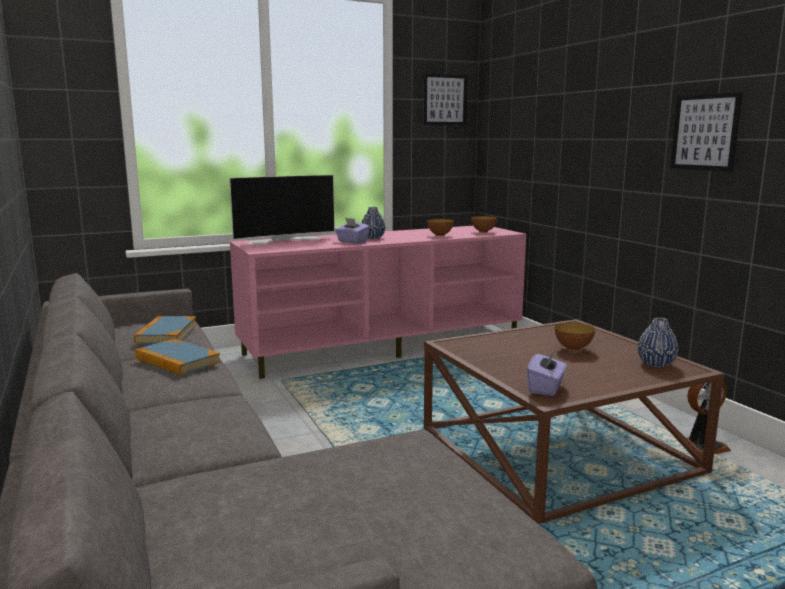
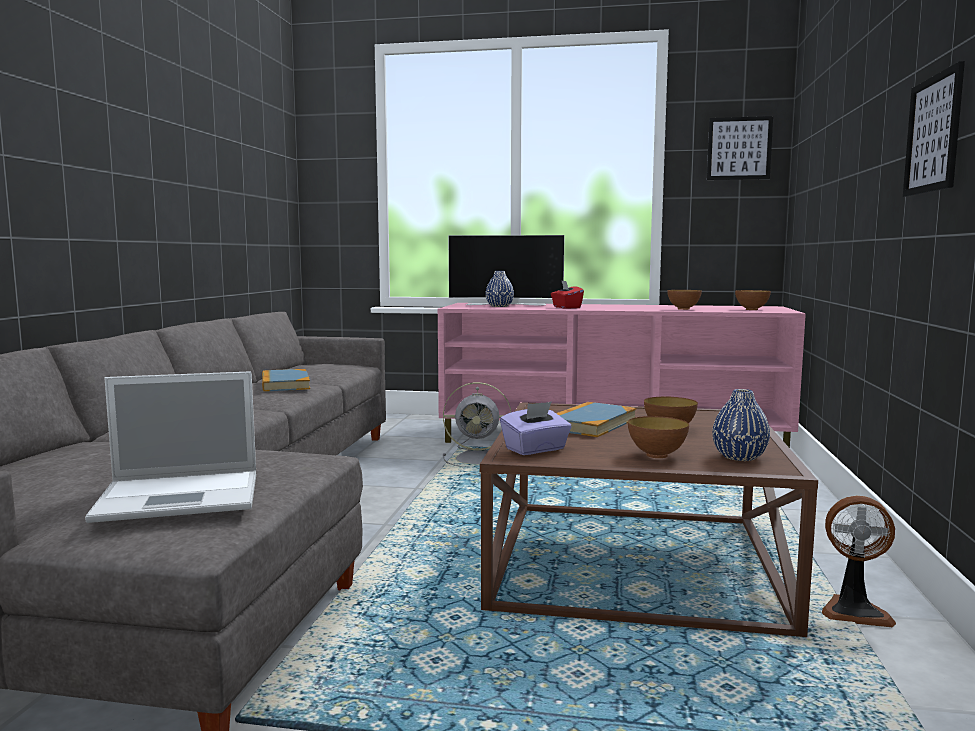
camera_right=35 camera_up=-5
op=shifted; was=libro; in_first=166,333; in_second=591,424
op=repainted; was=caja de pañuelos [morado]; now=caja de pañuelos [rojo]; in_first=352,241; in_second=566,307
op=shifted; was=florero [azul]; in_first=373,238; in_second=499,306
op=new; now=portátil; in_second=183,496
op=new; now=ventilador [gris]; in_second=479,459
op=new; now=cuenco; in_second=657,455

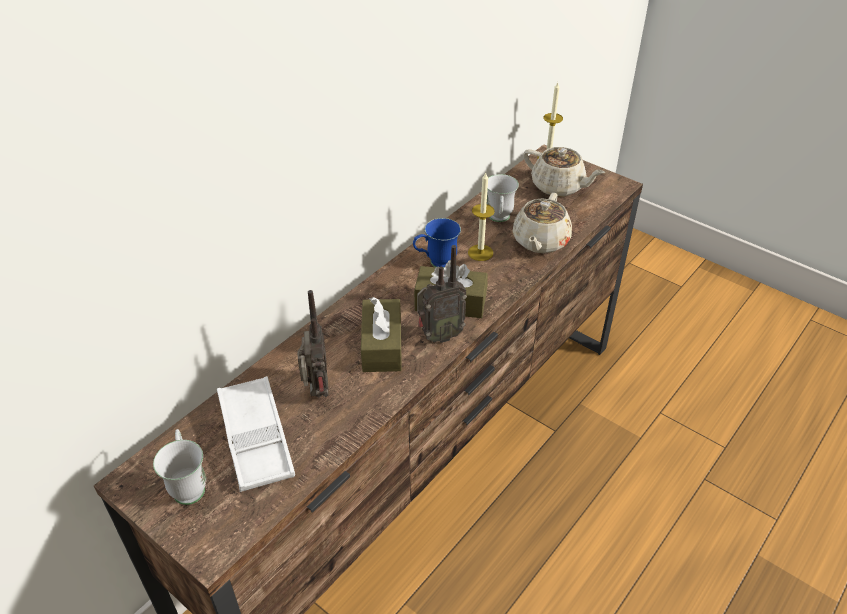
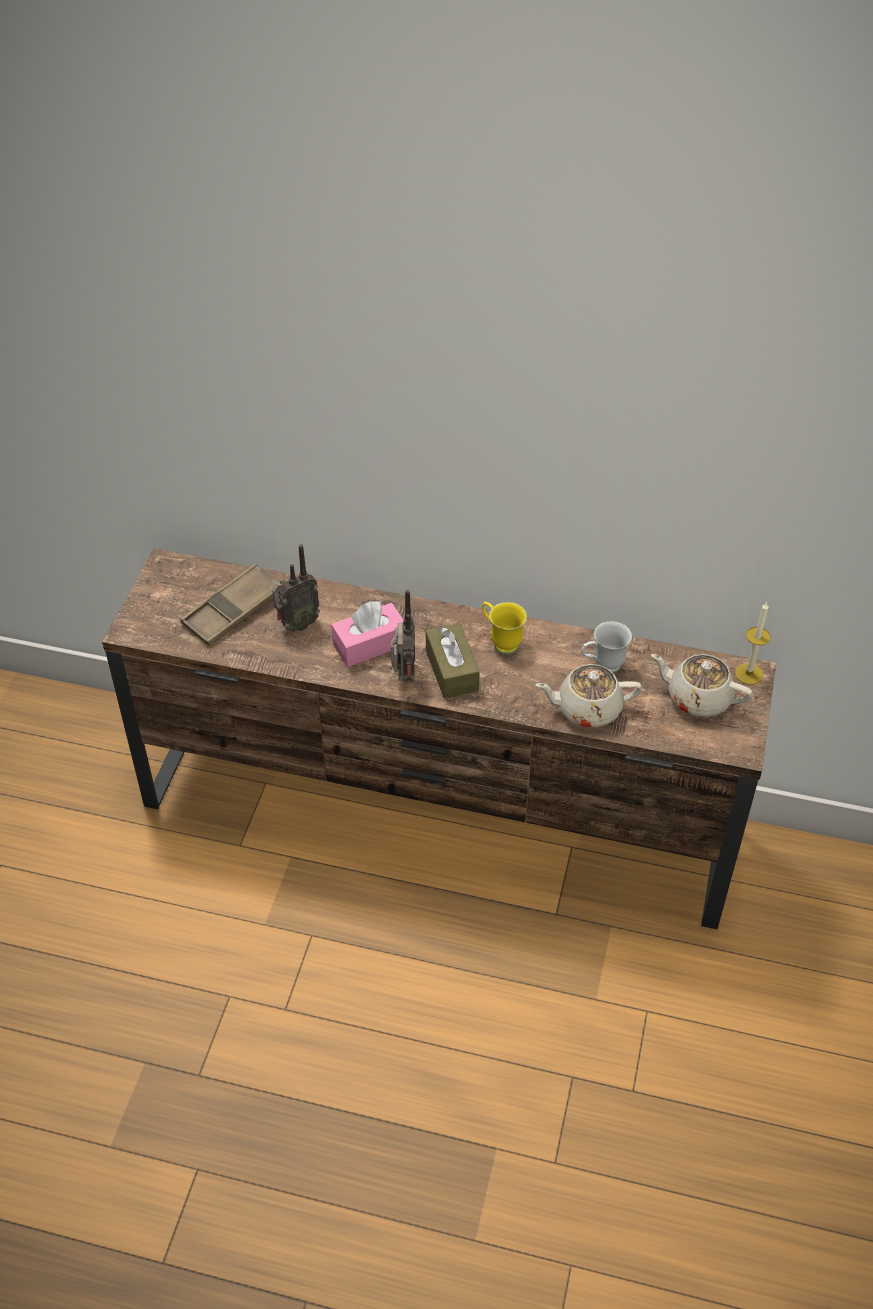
camera_right=65 camera_up=5
op=gone; was=taza grande [blanco]; in_first=189,484
op=repainted; was=bandeja [blanco]; now=bandeja [marrón]; in_first=256,438; in_second=233,610
op=repainted; was=caja de pañuelos [marrón]; now=caja de pañuelos [rosa]; in_first=382,345; in_second=370,644
op=repainted; was=taza grande [azul]; now=taza grande [amarillo]; in_first=435,263; in_second=501,641
op=rotated; was=radio; in_first=439,336; in_second=403,677; clockwise=-135
op=gone; was=vela; in_first=480,252
op=rotated; was=tetera [beis]; in_first=558,186; in_second=697,698; clockwise=105

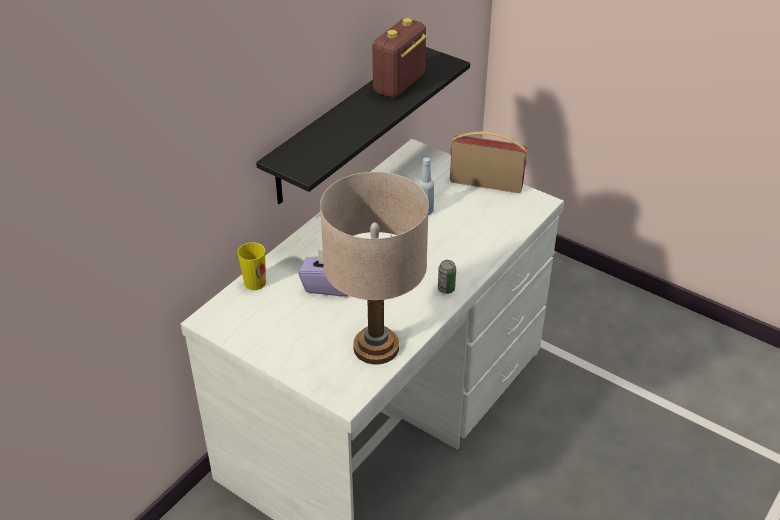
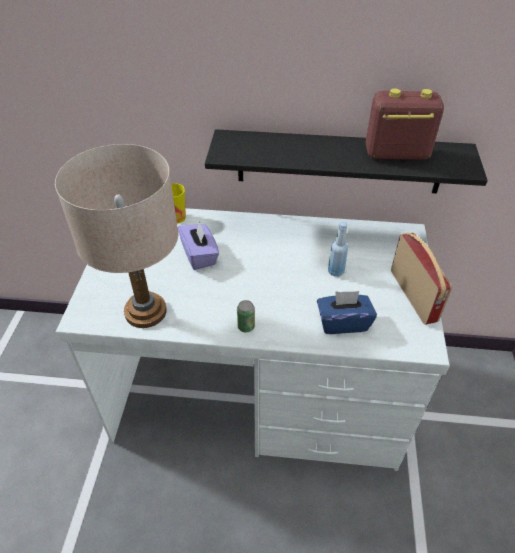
camera_right=60 camera_up=5
op=new; now=caja de pañuelos [azul]; in_second=343,322

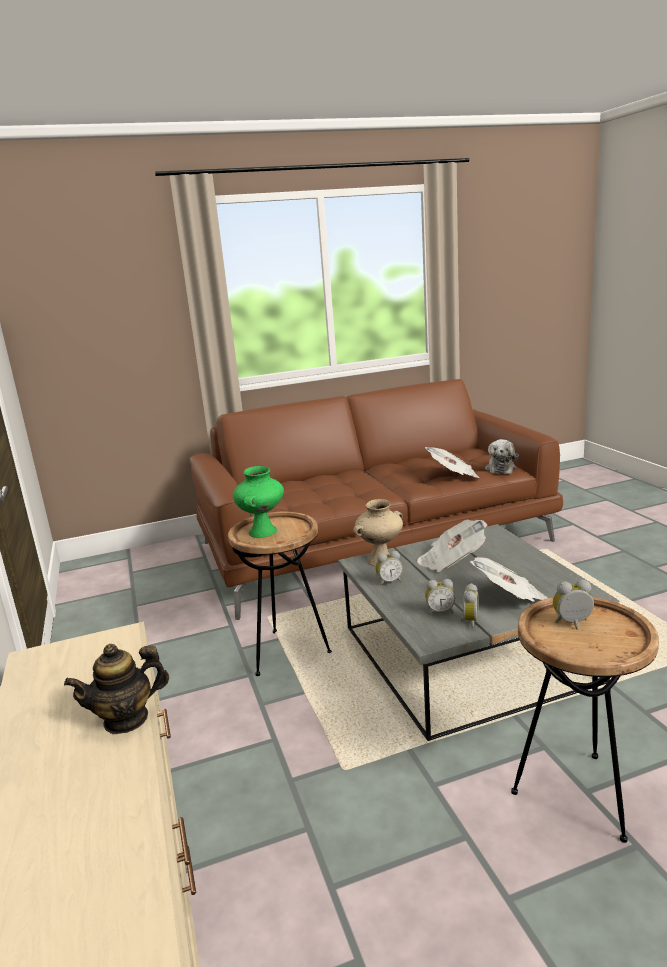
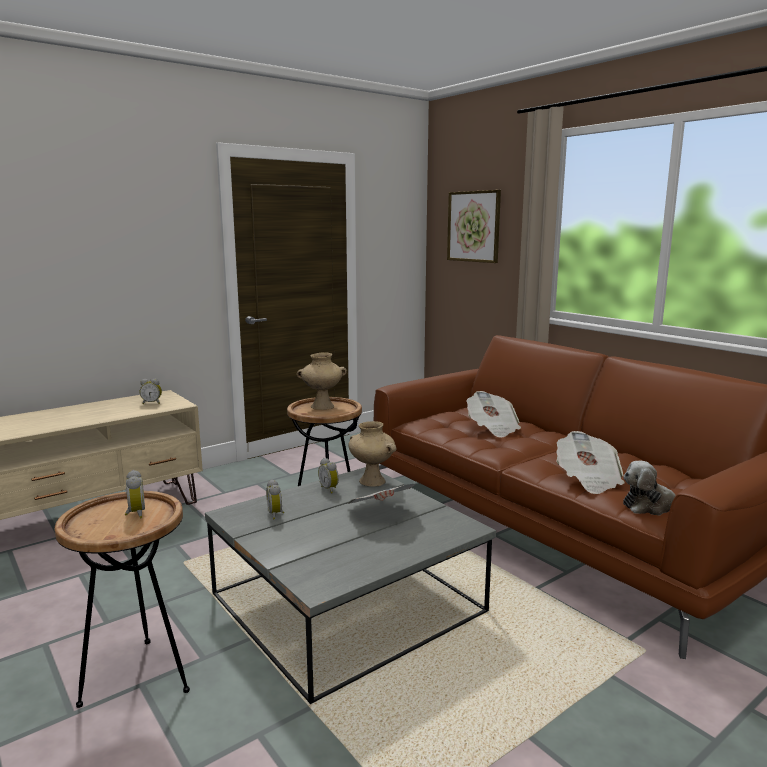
camera_right=70 camera_up=-5
op=gone; was=tetera; in_first=126,719
op=repainted; was=florero [verde]; now=florero [beis]; in_first=263,532; in_second=322,407
op=shifted; was=despertador; in_first=469,621; in_second=152,403
op=shifted; was=periódico; in_first=510,598; in_second=492,428
op=new; now=cuadro; in_second=474,226

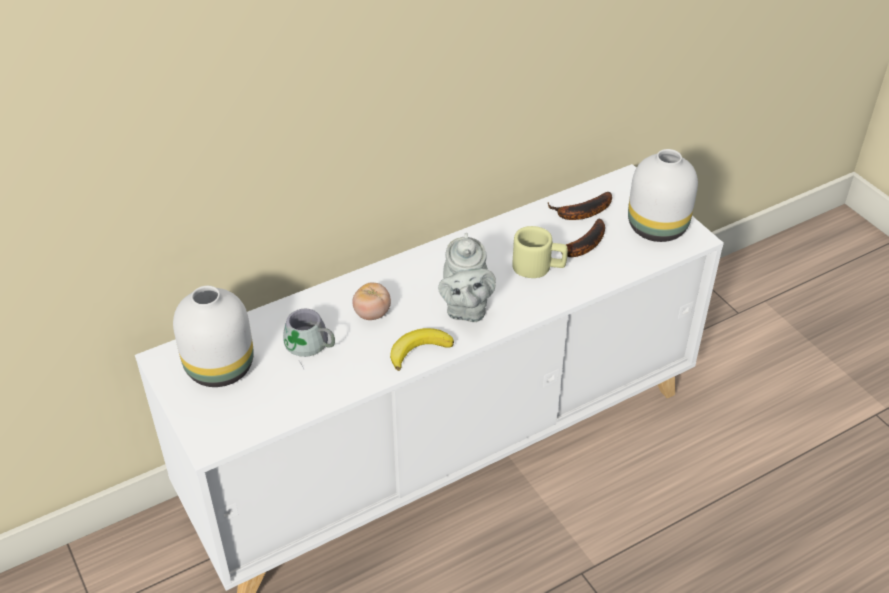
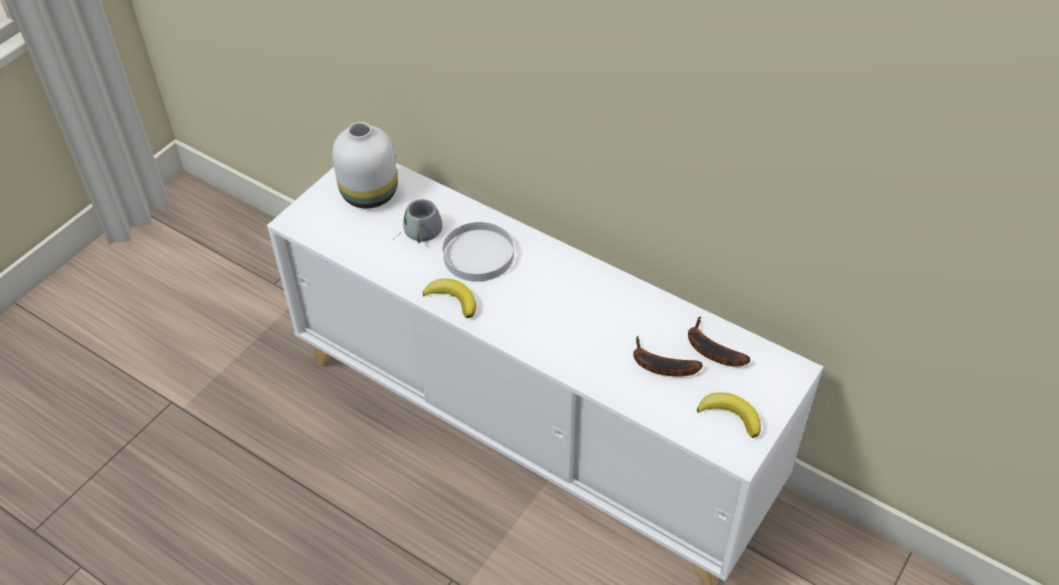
camera_right=65 camera_up=5
op=swapped; was=tomate; now=plato [blanco]; in_first=372,313; in_second=478,254
op=gone; was=tetera [gris]; in_first=465,308
op=gone; was=taza grande [beis]; in_first=539,267
op=swapped; was=florero [blanco]; now=plátano; in_first=655,227; in_second=731,415

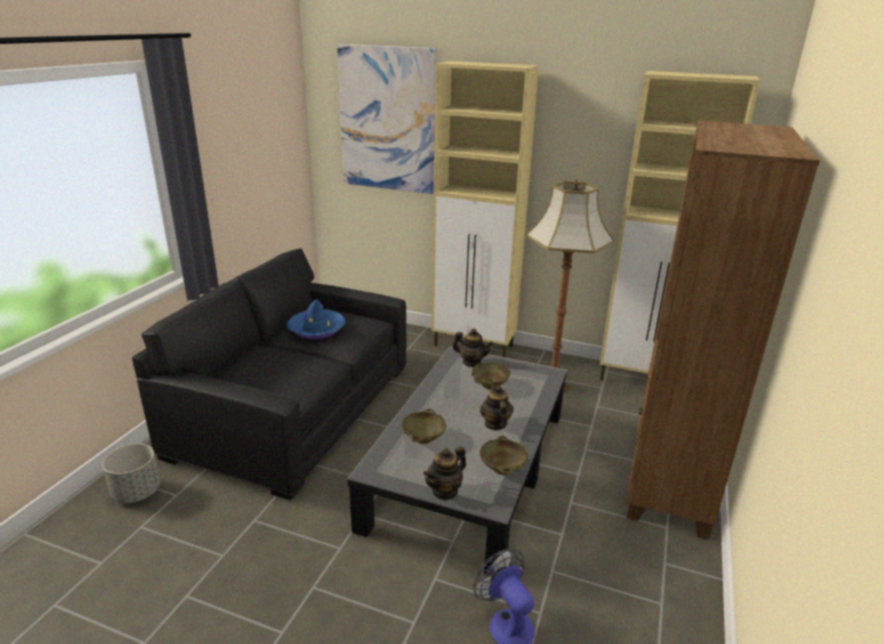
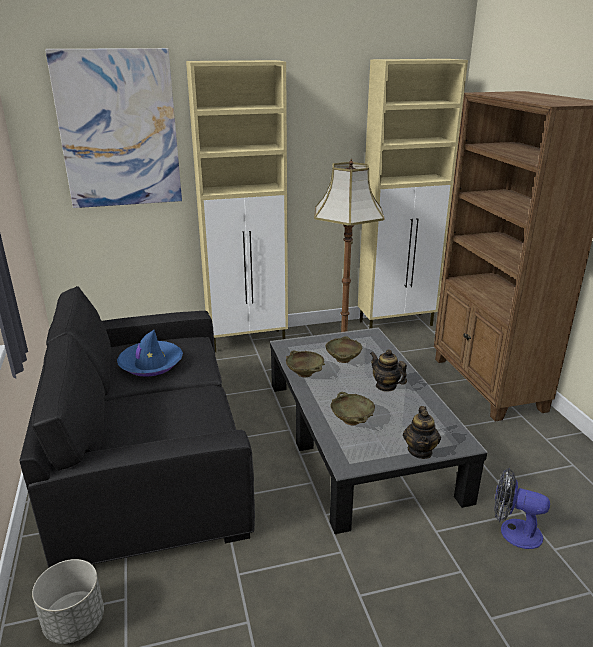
camera_right=-35 camera_up=0
op=gone; was=tetera; in_first=472,362
op=shifted; was=cuenco [beis]; in_first=502,468; in_second=304,373

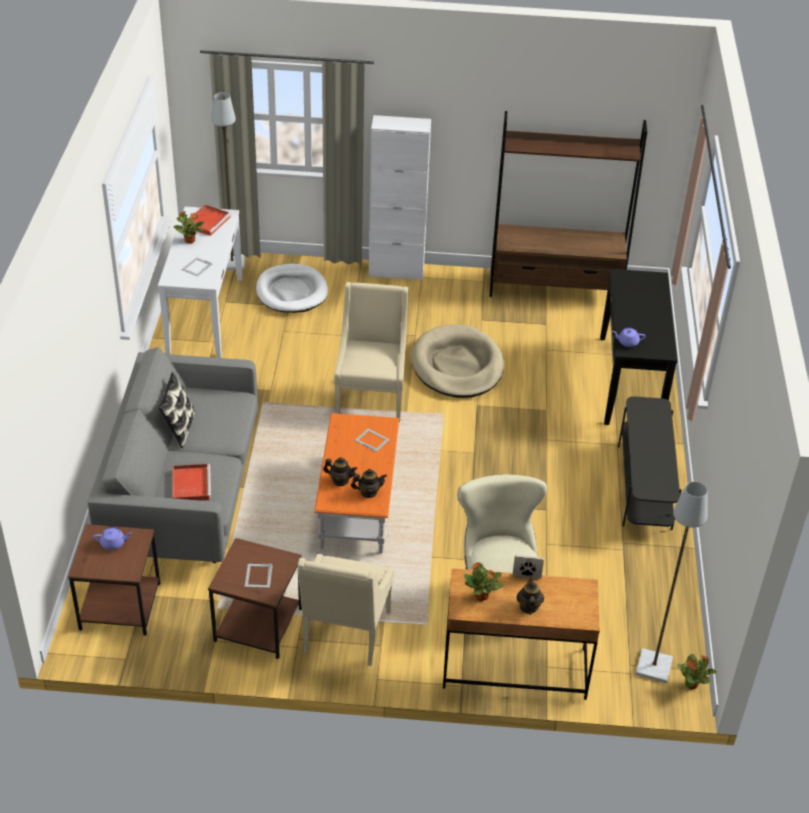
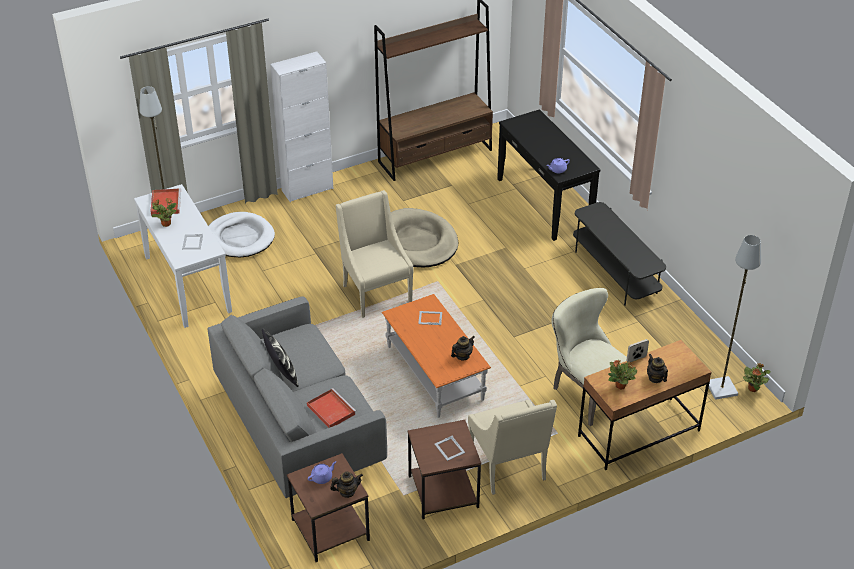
camera_right=-30 camera_up=0
op=shifted; was=tetera; in_first=340,480; in_second=347,492

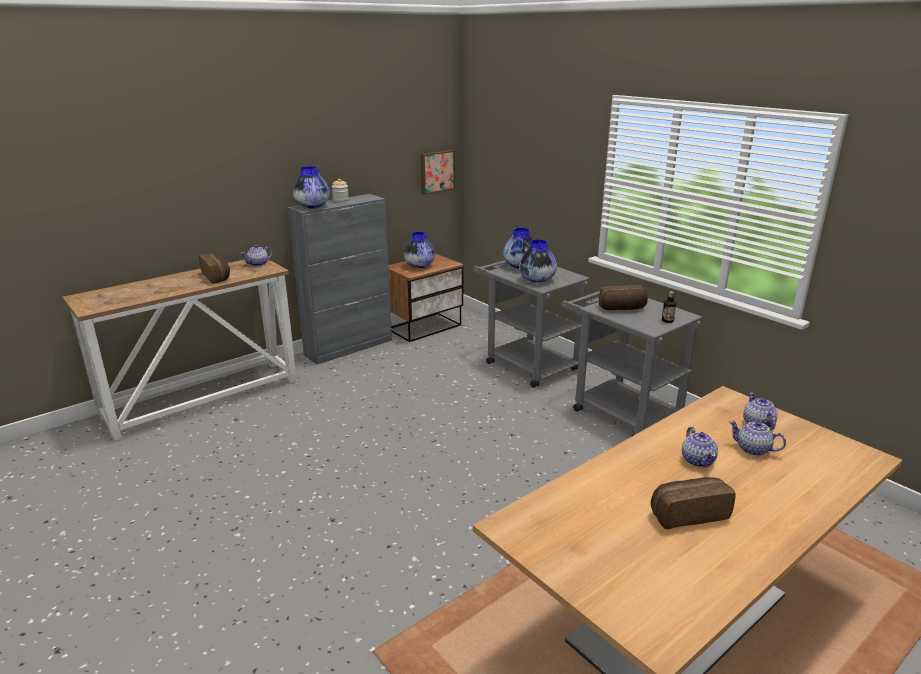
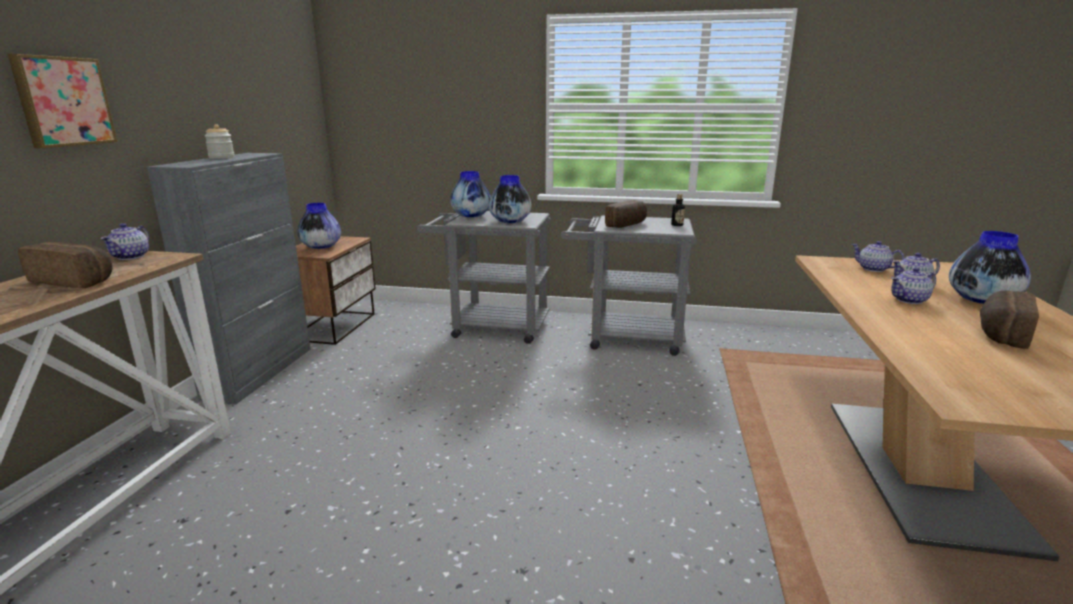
camera_right=-40 camera_up=-5
op=shifted; was=florero; in_first=312,206; in_second=981,300
op=shifted; was=cuadro; in_first=436,171; in_second=63,101
op=rotated; was=tetera; in_first=697,460; in_second=909,300; clockwise=120

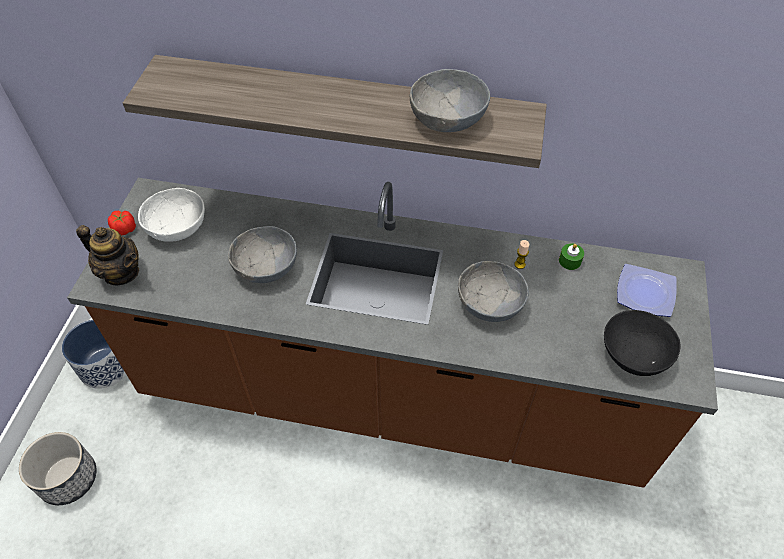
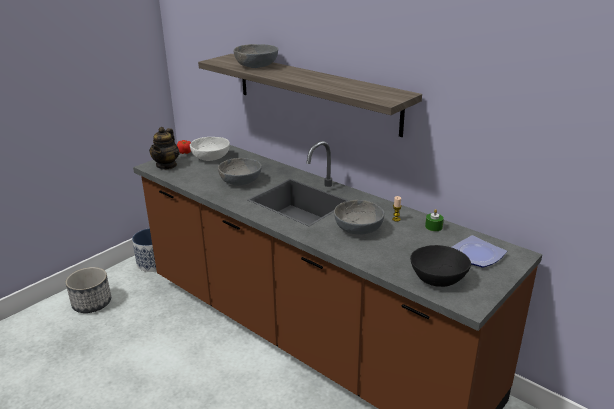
camera_right=30 camera_up=-25
op=rotated; was=tetera; in_first=121,272; in_second=166,165; clockwise=45
op=shifted; was=cuenco [gris]; in_first=448,118; in_second=257,66

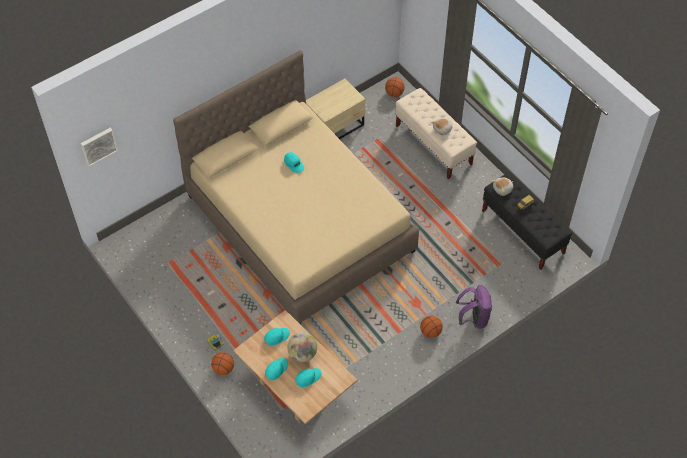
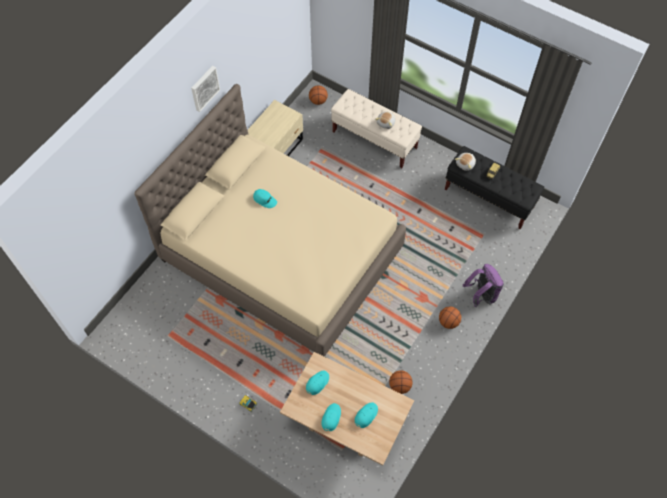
camera_right=-20 camera_up=5
op=shifted; was=cuadro; in_first=98,145; in_second=204,88
op=shifted; was=balón de baloncesto; in_first=223,369; in_second=400,386
op=gone; was=globo terráqueo; in_first=302,354

